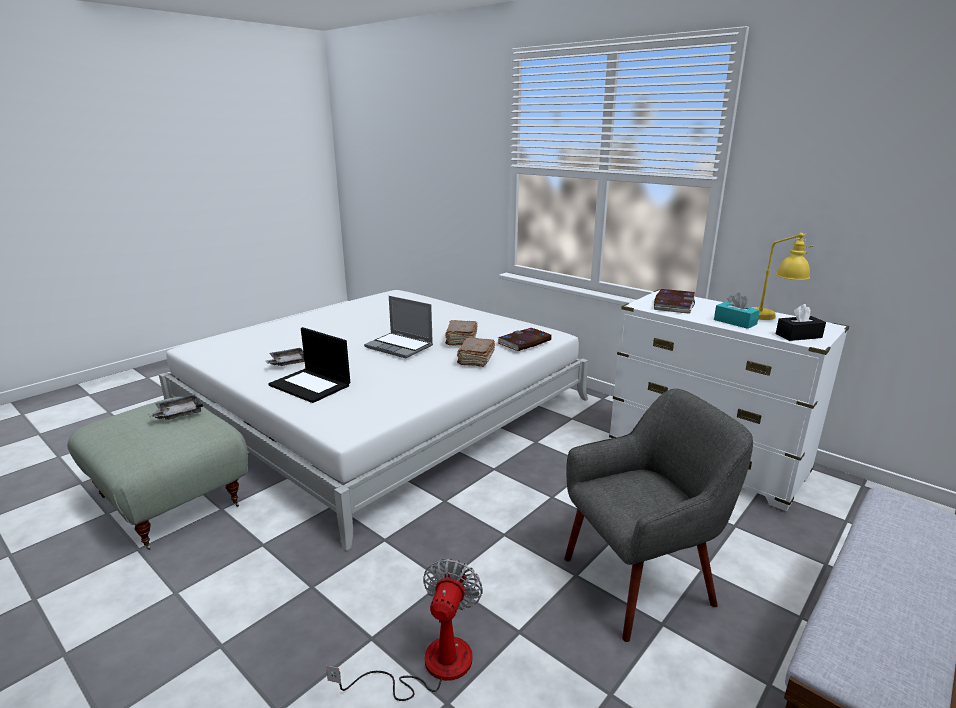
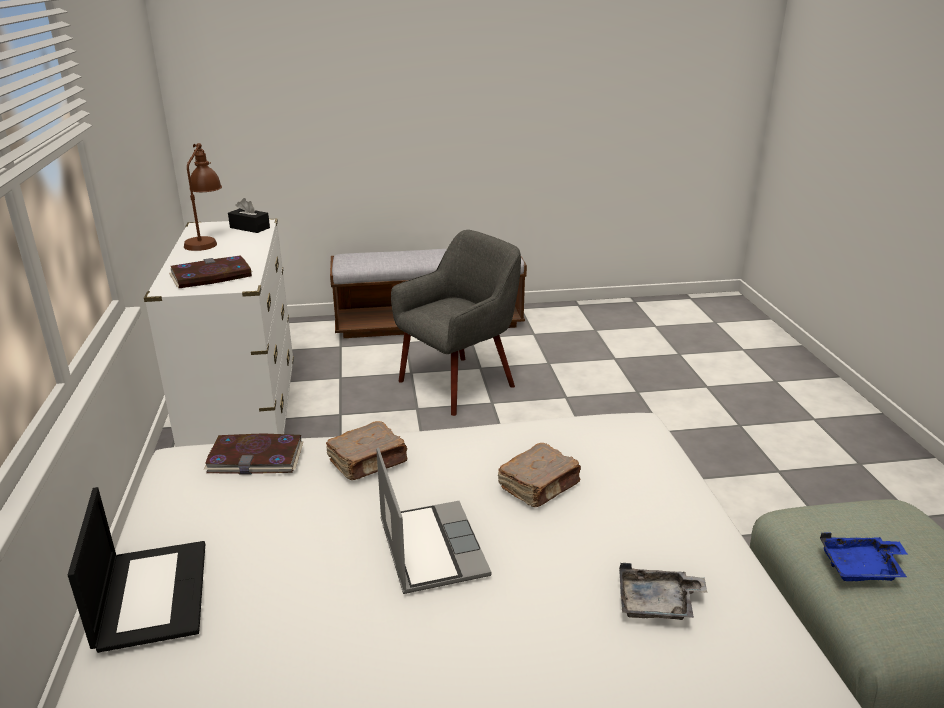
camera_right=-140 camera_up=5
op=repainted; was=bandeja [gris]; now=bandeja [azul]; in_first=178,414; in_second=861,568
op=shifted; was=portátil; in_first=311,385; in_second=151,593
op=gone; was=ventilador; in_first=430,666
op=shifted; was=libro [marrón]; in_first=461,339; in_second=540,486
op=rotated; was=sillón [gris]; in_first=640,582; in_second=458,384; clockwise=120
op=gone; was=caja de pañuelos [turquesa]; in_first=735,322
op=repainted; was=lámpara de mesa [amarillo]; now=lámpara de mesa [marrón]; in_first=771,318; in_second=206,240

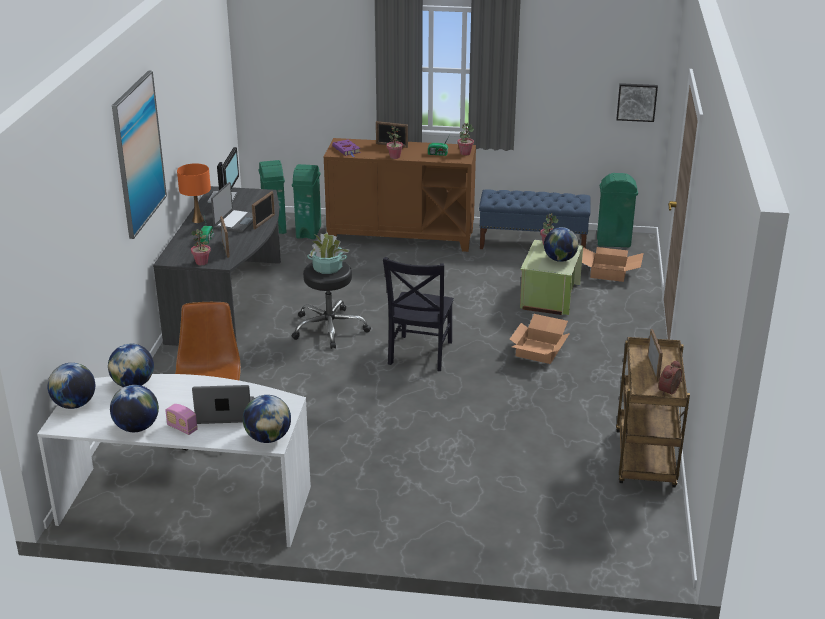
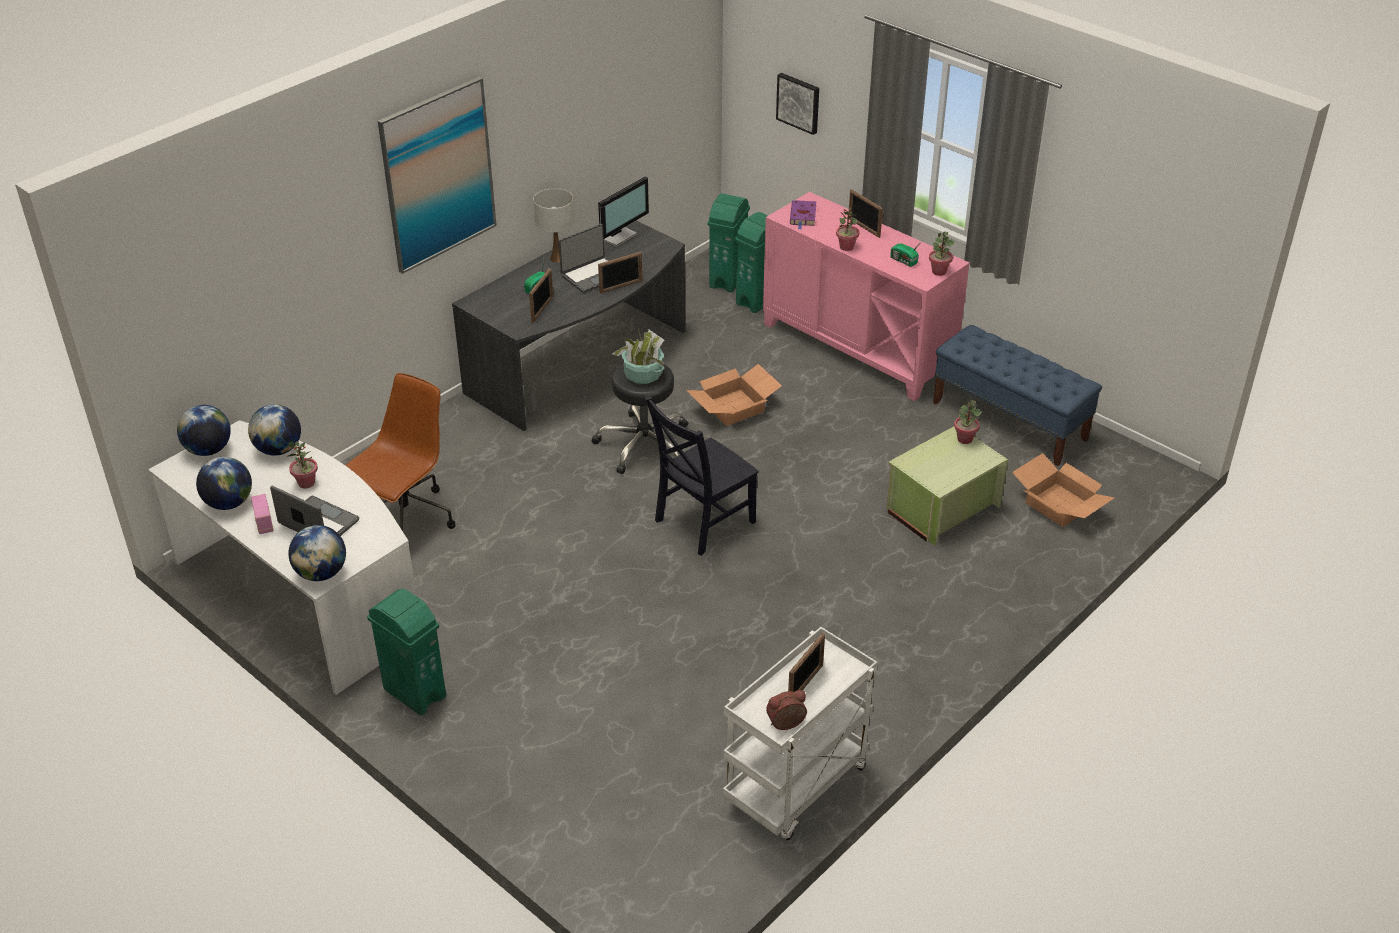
camera_right=35 camera_up=10
op=repainted; was=lámpara de mesa [naranja]; now=lámpara de mesa [blanco]; in_first=198,220; in_second=557,258
op=shifted; was=planta en maceta; in_first=202,262; in_second=306,483
op=repainted; was=armario [marrón]; now=armario [rosa]; in_first=401,236; in_second=858,347
op=shifted; was=caja de cartón; in_first=538,350; in_second=734,406
op=gone; was=globo terráqueo; in_first=560,259
op=shifted; was=papelera [verde]; in_first=613,242; in_second=414,692
op=shifted; was=cuadro; in_first=636,102; in_second=799,102
op=repainted; was=carrito [marrón]; now=carrito [blanco]; in_first=646,460; in_second=796,788

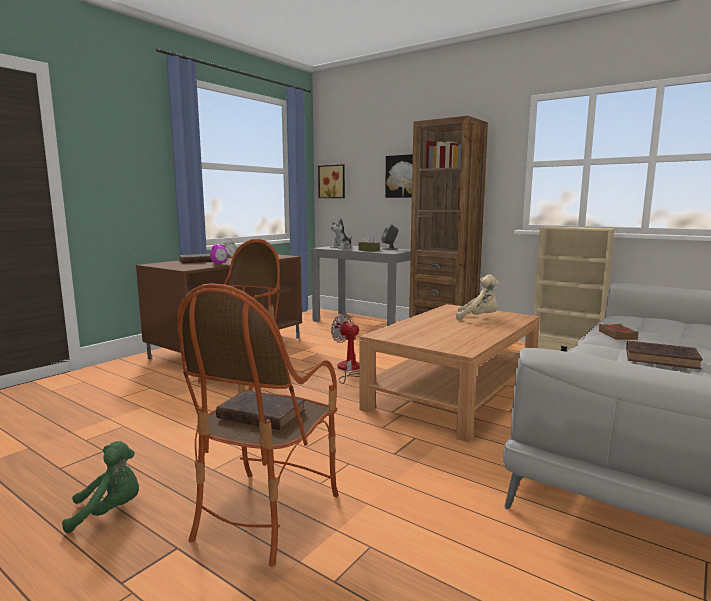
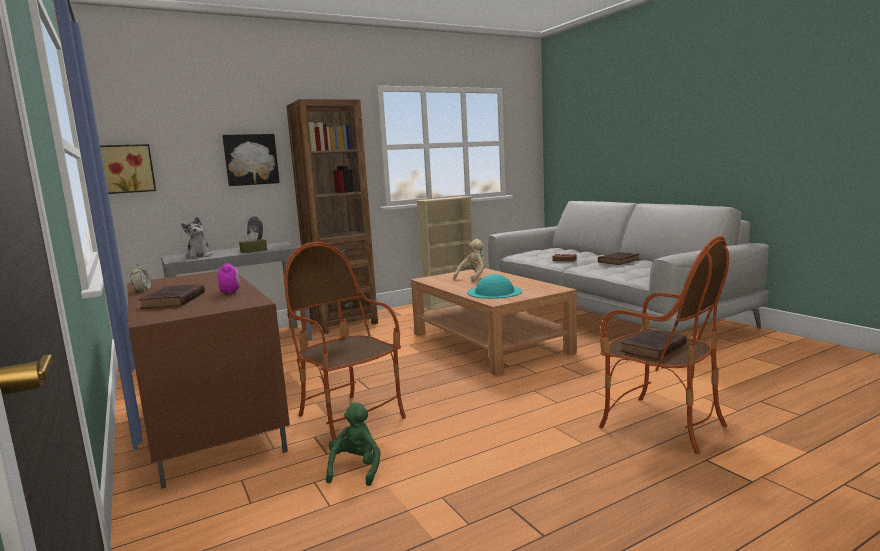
camera_right=-65 camera_up=0
op=shifted; was=peluche [verde]; in_first=109,512; in_second=356,469
op=gone; was=ventilador; in_first=348,369
op=new; now=sombrero [turquesa]; in_second=494,292

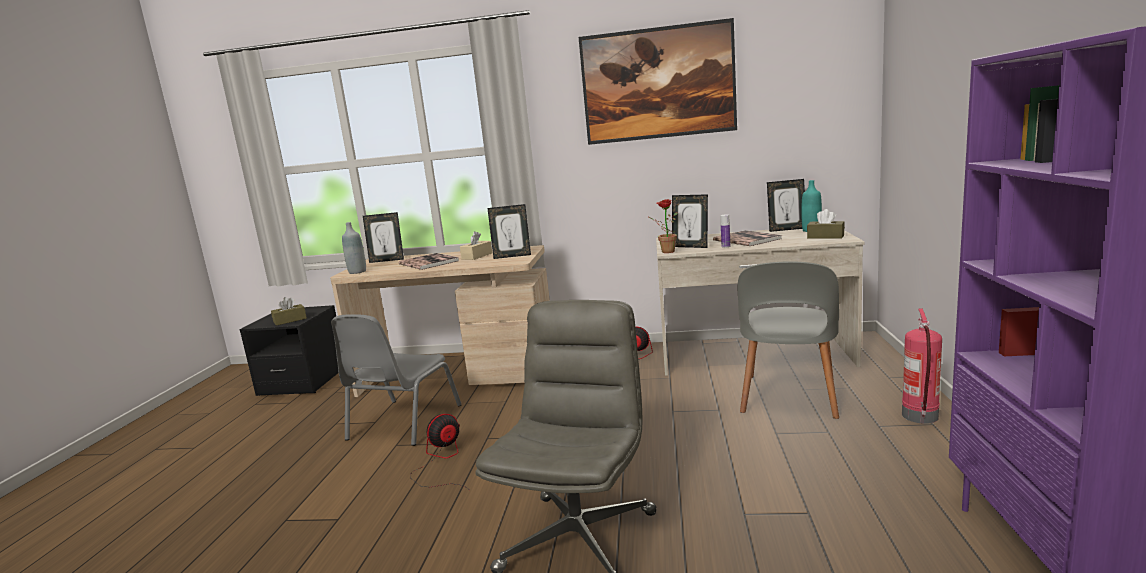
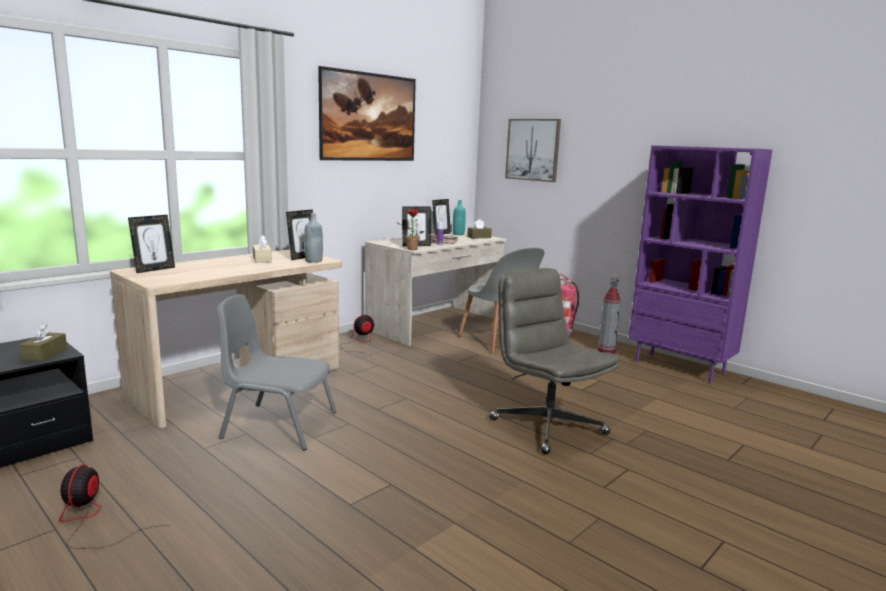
camera_right=-55 camera_up=0
op=rotated; was=silla [gris]; in_first=402,423; in_second=278,425; clockwise=135
op=shifted; was=botella [gris]; in_first=357,272; in_second=313,261
op=gone; was=libro; in_first=428,262
op=shifted; was=ventilador; in_first=442,461; in_second=92,520
op=new; now=cuadro; in_second=533,149
op=new; now=extintor; in_second=606,352

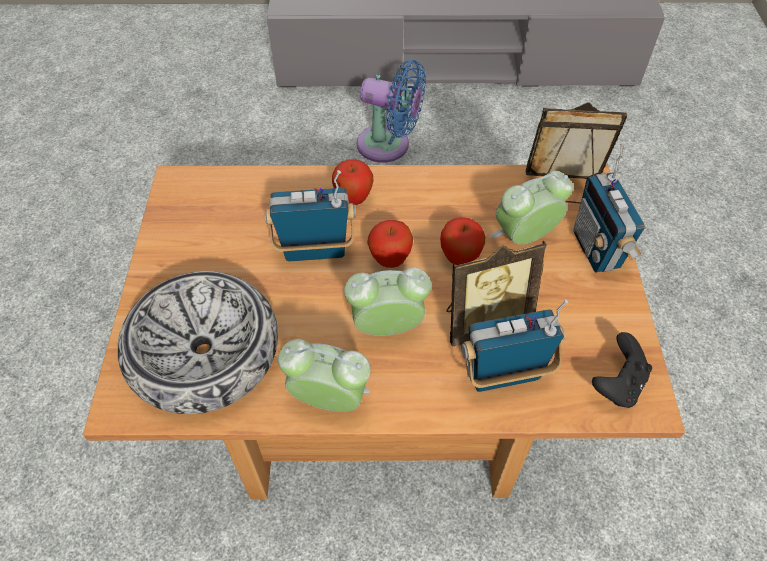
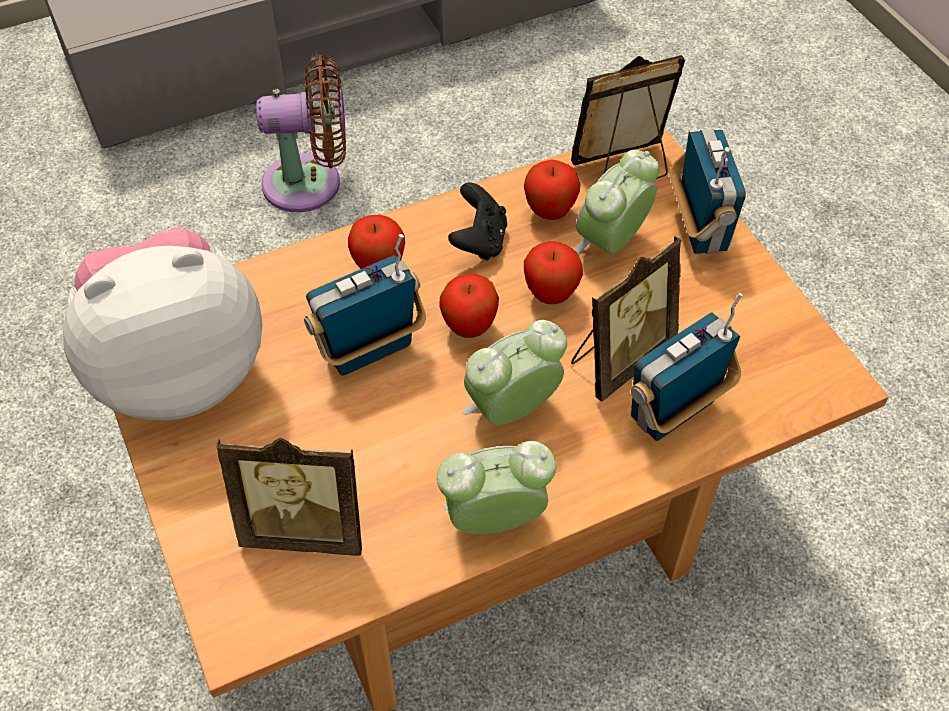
camera_right=-25 camera_up=0
op=swapped; was=cuenco; now=portarretratos; in_first=205,352; in_second=306,527
op=repainted; was=ventilador [azul]; now=ventilador [marrón]; in_first=389,146; in_second=311,183
op=rotated; was=radio; in_first=597,249; in_second=699,228; clockwise=-150
op=shifted; was=mando de consola [negro]; in_first=617,384; in_second=479,241
op=new; now=peluche; in_second=179,371
op=new; now=manzana; in_second=550,212

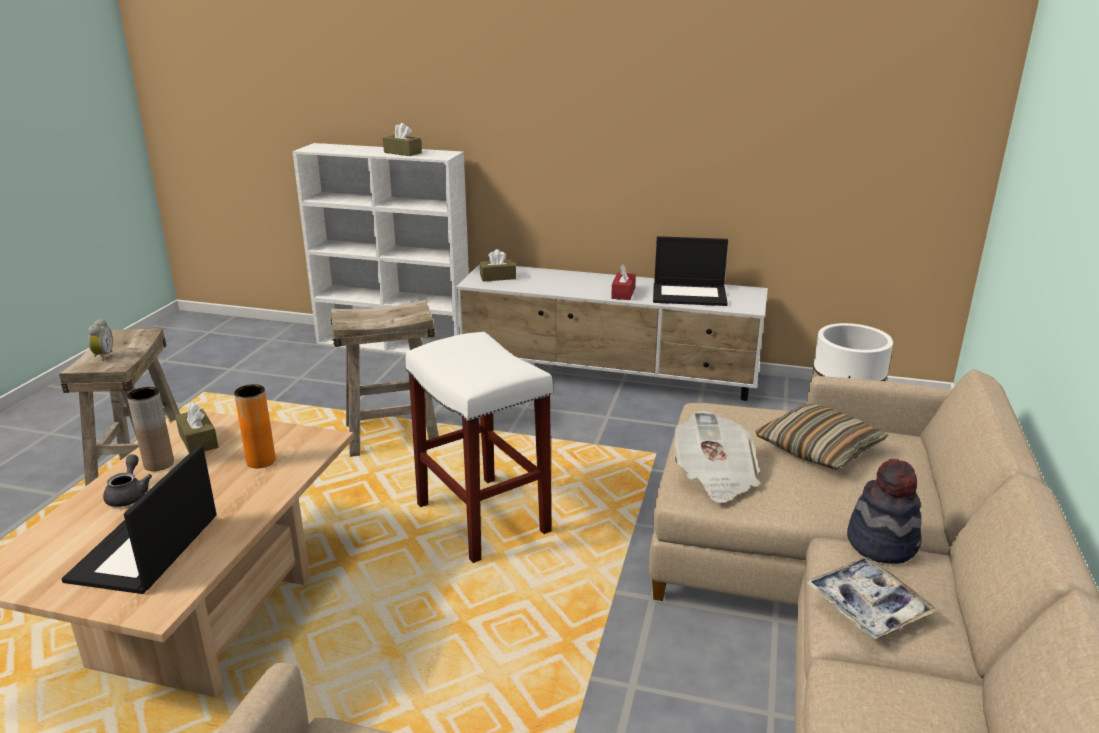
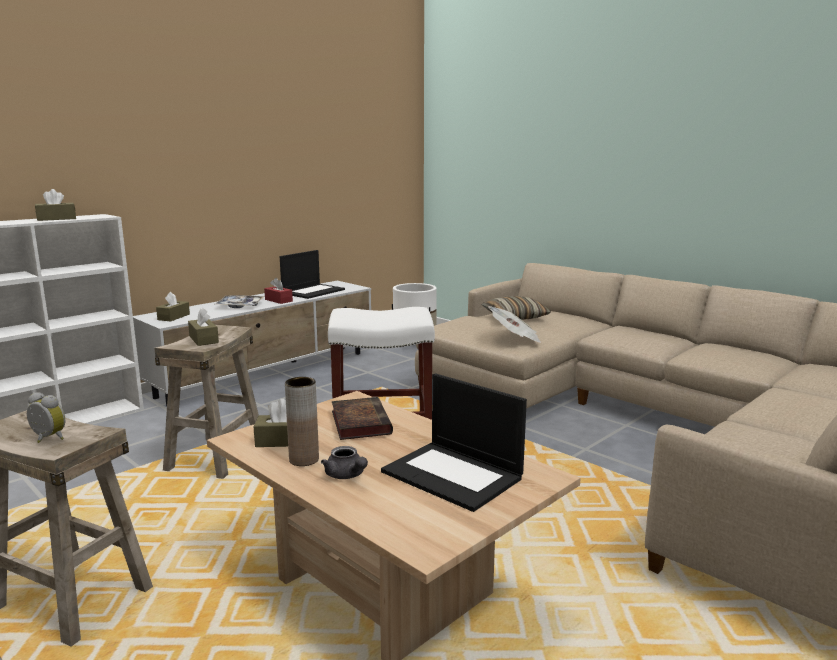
camera_right=-60 camera_up=-10
op=rotated; was=tetera [gris]; in_first=129,494; in_second=346,476; clockwise=-150
op=swapped; was=florero [naranja]; now=libro; in_first=261,461; in_second=359,422
op=shifted; was=bandeja; in_first=868,606; in_second=240,306
op=gone; was=sombrero; in_first=882,543
op=new; now=caja de pañuelos [marrón]; in_second=203,339

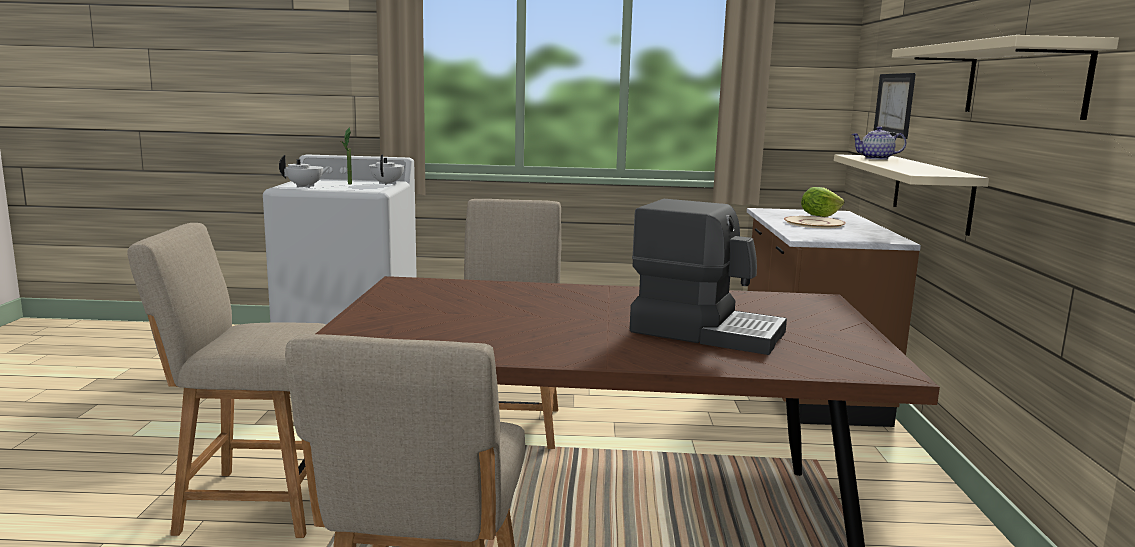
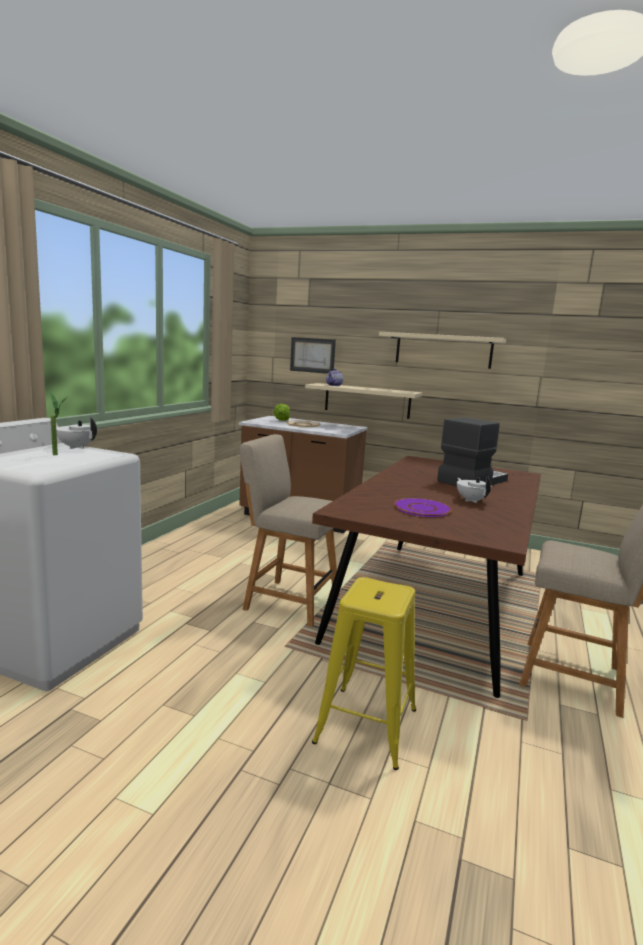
camera_right=-70 camera_up=0
op=swapped; was=silla [beis]; now=taburete [amarillo]; in_first=252,502; in_second=366,725
op=shifted; was=tetera [blanco]; in_first=305,186; in_second=471,500
op=new; now=plato [morado]; in_second=422,508

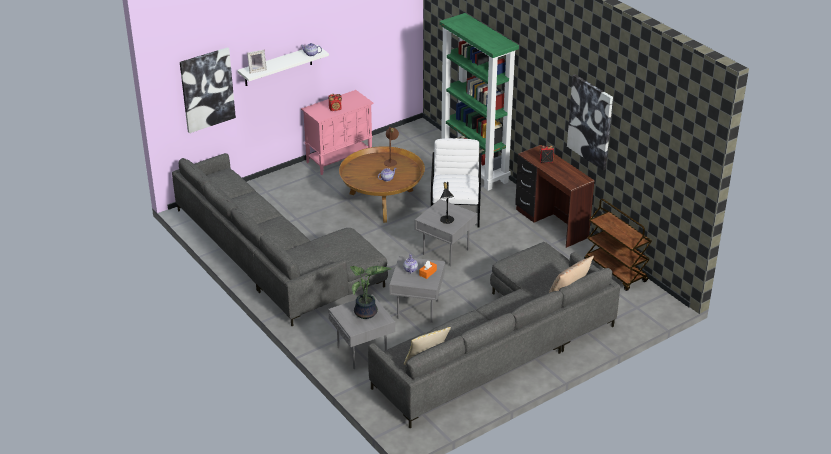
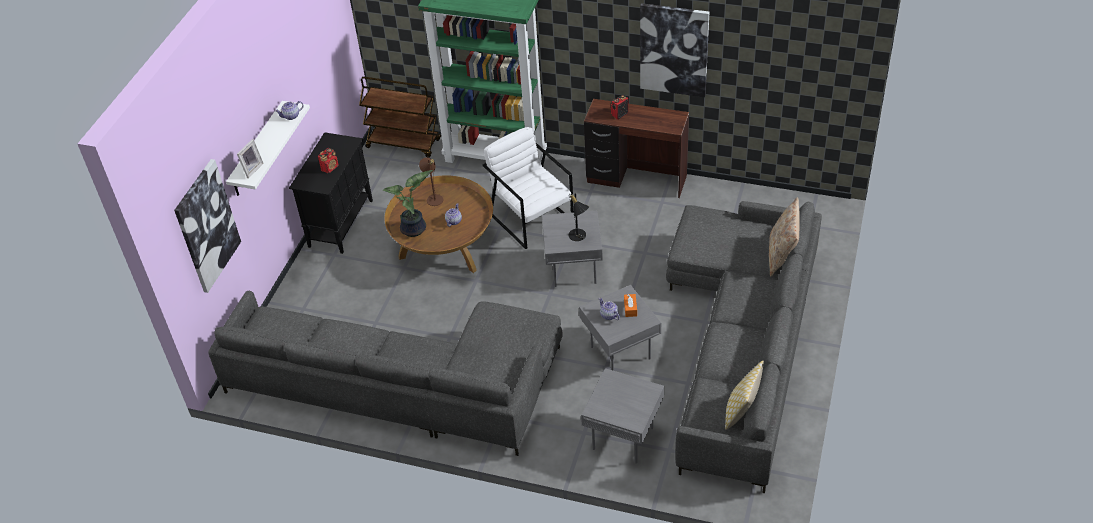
camera_right=-35 camera_up=10
op=repainted; was=armario [rosa]; now=armario [negro]; in_first=340,159; in_second=341,223
op=shifted; was=planta en maceta; in_first=366,313; in_second=415,229
op=shifted; was=carrito [marrón]; in_first=615,271; in_second=404,143

